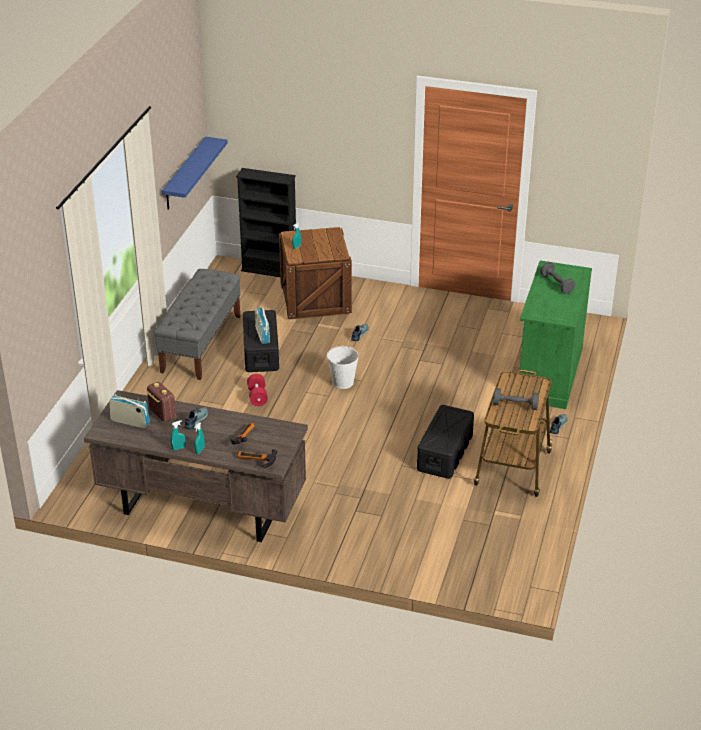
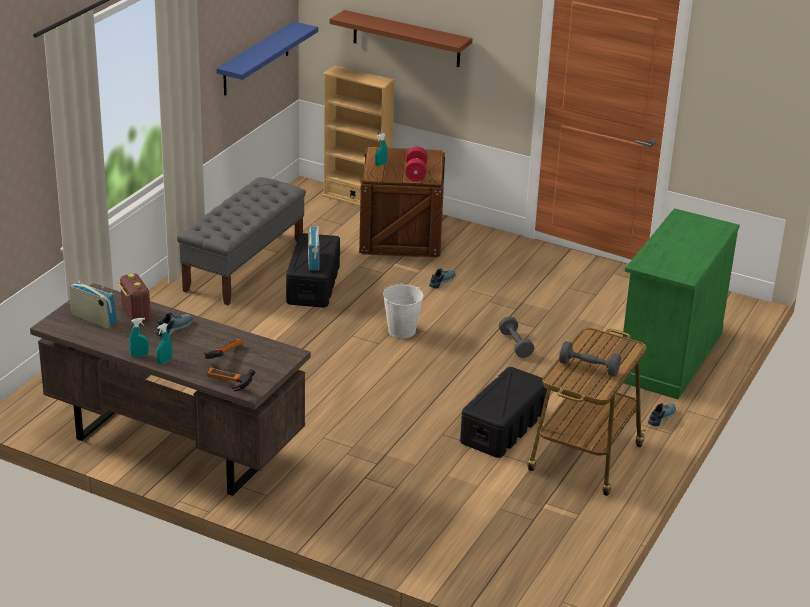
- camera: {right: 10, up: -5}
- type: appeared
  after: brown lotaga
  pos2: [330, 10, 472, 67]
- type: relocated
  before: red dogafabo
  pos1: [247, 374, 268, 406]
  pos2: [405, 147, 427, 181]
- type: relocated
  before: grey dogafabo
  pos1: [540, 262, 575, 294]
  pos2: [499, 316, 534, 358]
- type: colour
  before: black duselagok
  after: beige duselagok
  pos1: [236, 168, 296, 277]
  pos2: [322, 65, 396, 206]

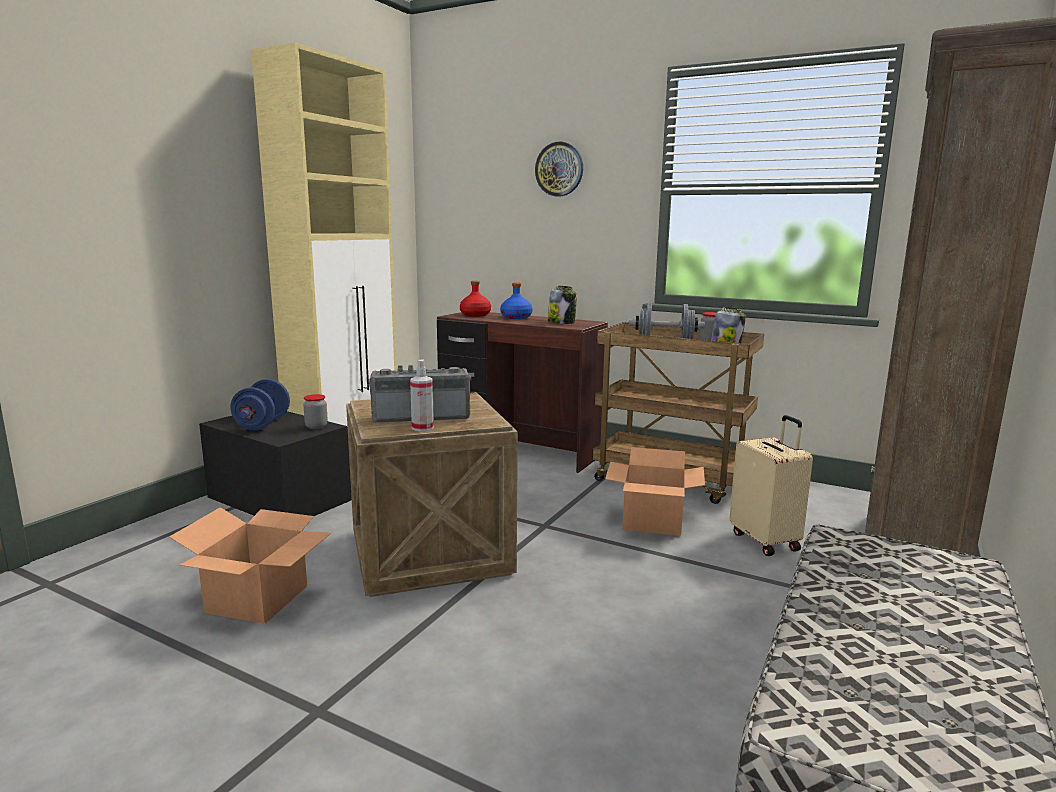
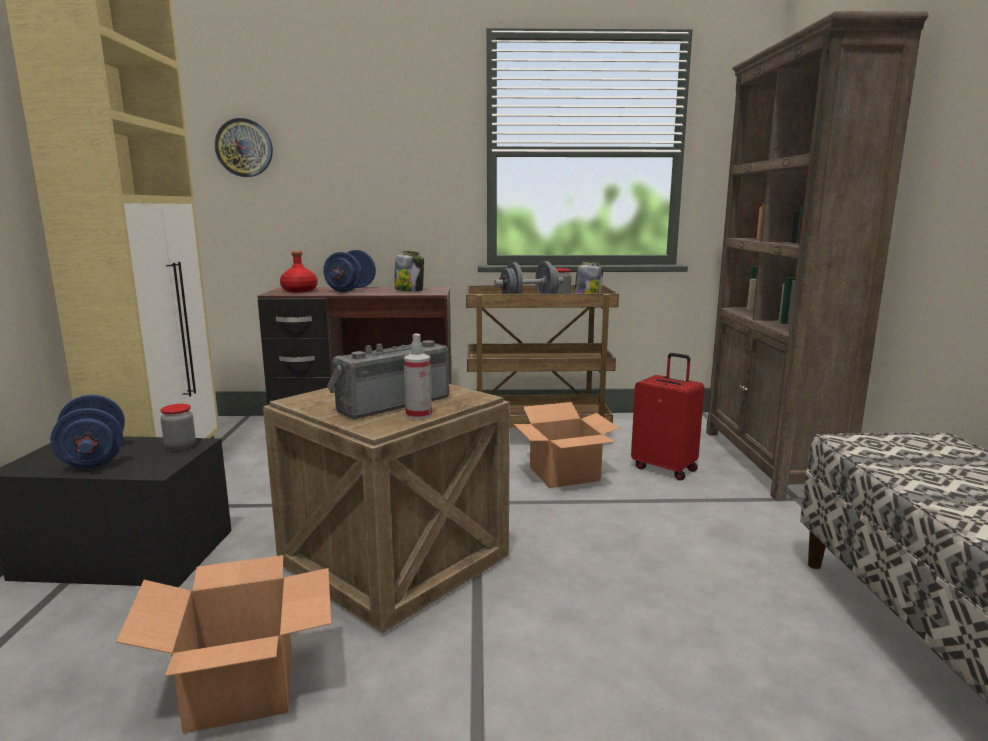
- camera: {right: -30, up: 0}
- type: relocated
  before: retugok
  pos1: [535, 142, 583, 196]
  pos2: [215, 118, 273, 177]
- type: exchanged
  before: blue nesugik
  after: blue dogafabo
  pos1: [500, 282, 533, 319]
  pos2: [323, 250, 376, 292]
- type: colour
  before: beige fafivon
  after: red fafivon
  pos1: [730, 415, 813, 556]
  pos2: [631, 353, 705, 480]

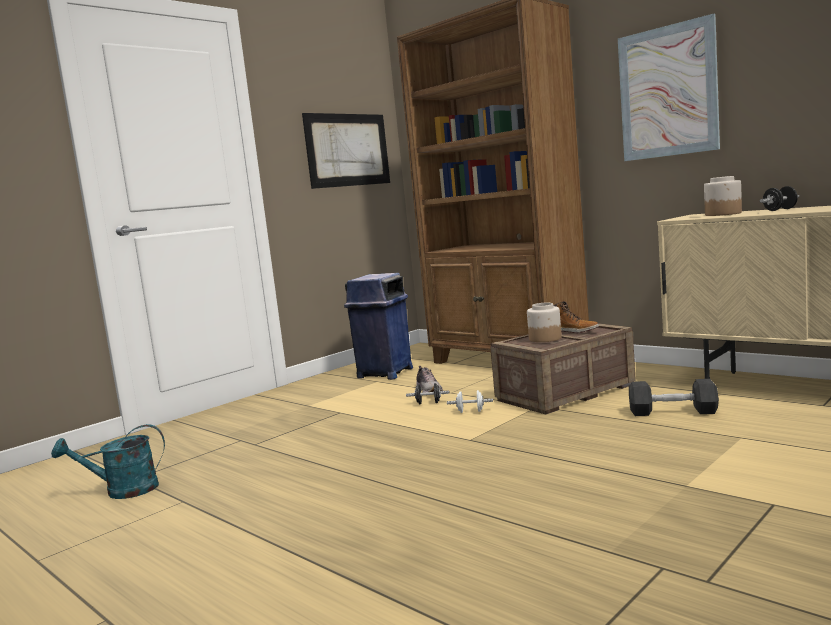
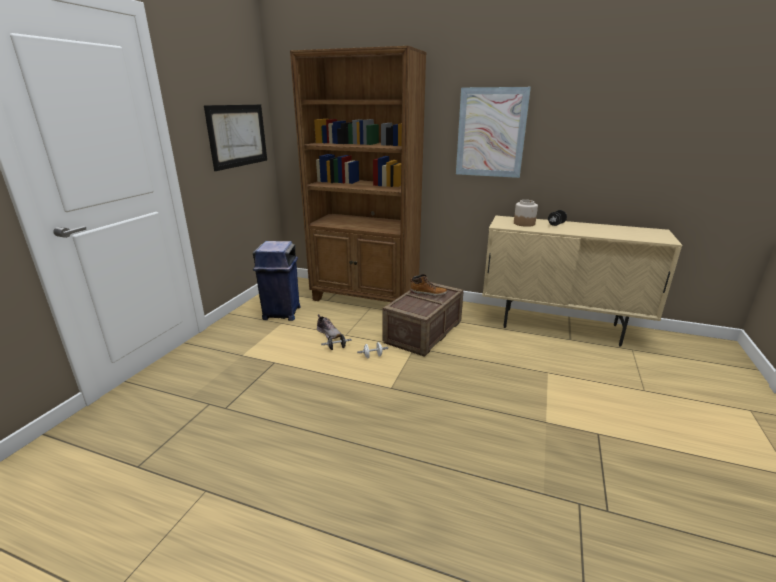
- camera: {right: -25, up: 15}
- type: missing
  before: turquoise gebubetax
  pos1: [51, 424, 165, 499]
- type: missing
  before: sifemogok
  pos1: [527, 303, 561, 342]
- type: missing
  before: black dogafabo
  pos1: [629, 379, 719, 416]

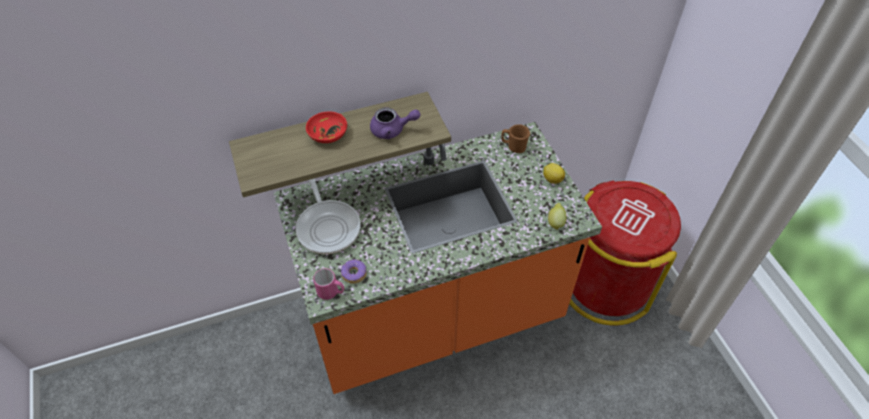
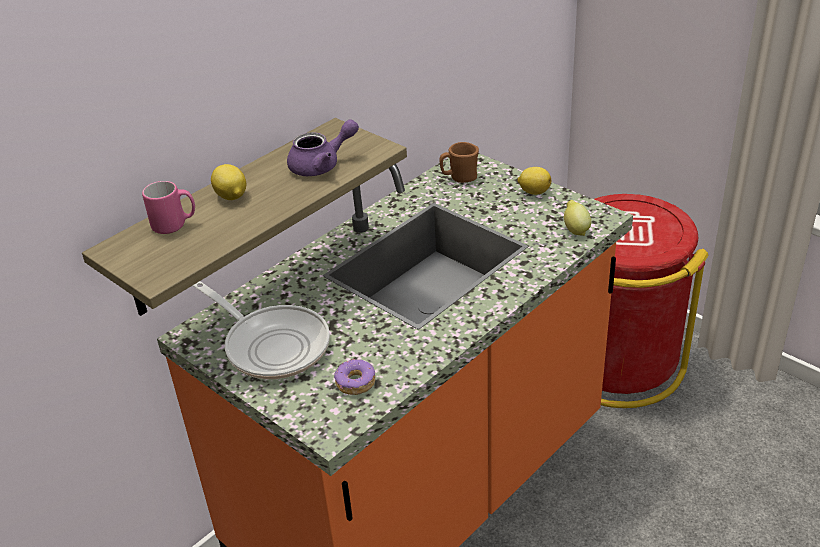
- camera: {right: -25, up: -15}
- type: relocated
  before: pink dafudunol
  pos1: [313, 268, 344, 300]
  pos2: [142, 181, 195, 234]
- type: exchanged
  before: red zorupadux
  after: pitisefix
  pos1: [306, 111, 347, 143]
  pos2: [211, 164, 246, 200]

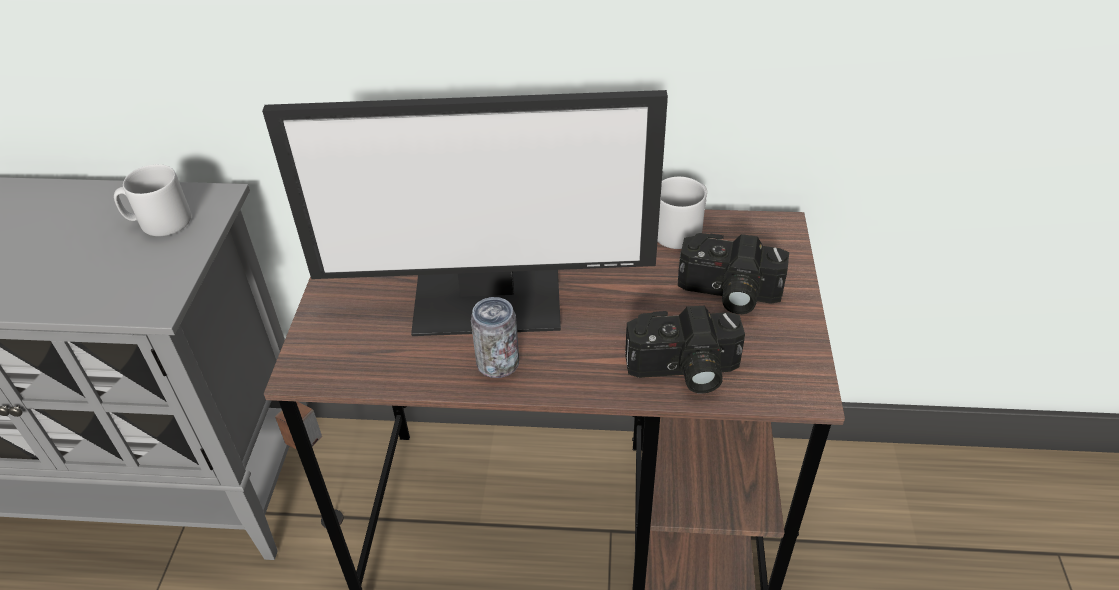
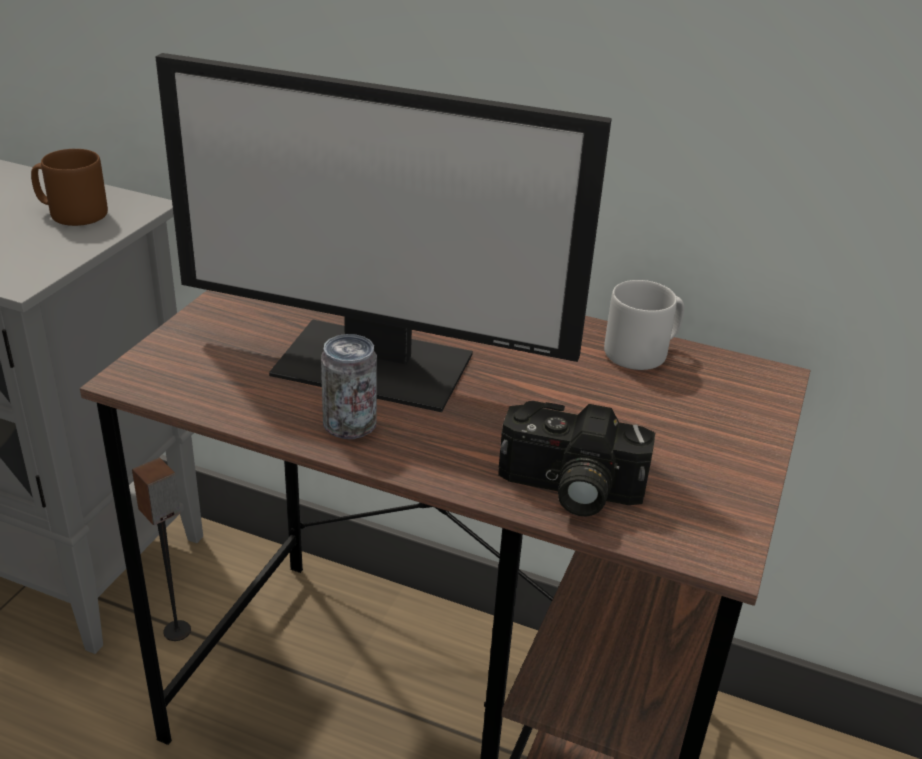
- camera: {right: 15, up: -10}
- type: missing
  before: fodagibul
  pos1: [678, 233, 789, 314]
- type: colour
  before: grey dafudunol
  after: brown dafudunol
  pos1: [114, 164, 191, 236]
  pos2: [31, 149, 108, 226]

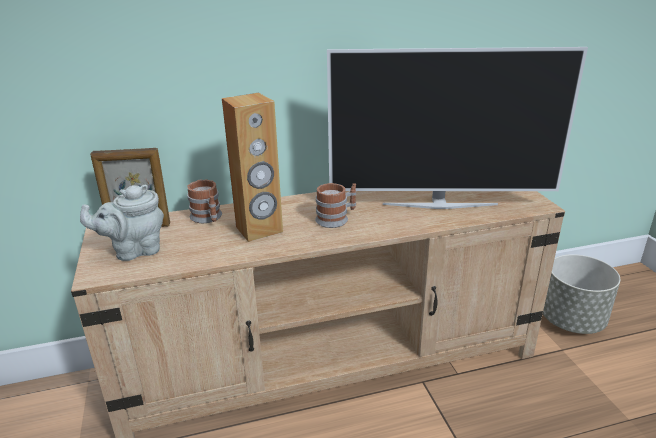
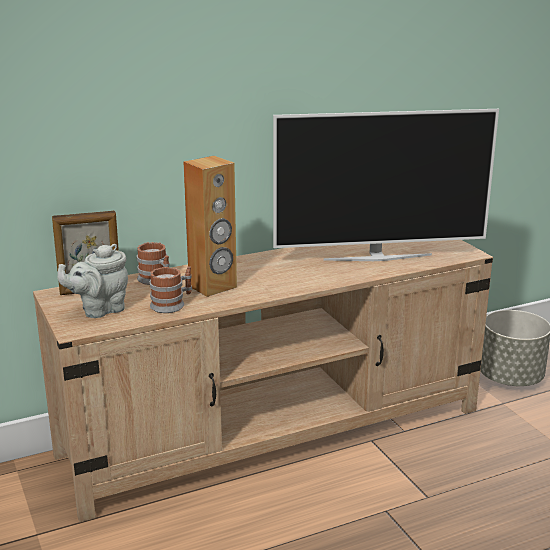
- camera: {right: -10, up: -5}
- type: relocated
  before: dafudunol
  pos1: [315, 183, 356, 228]
  pos2: [150, 266, 192, 313]

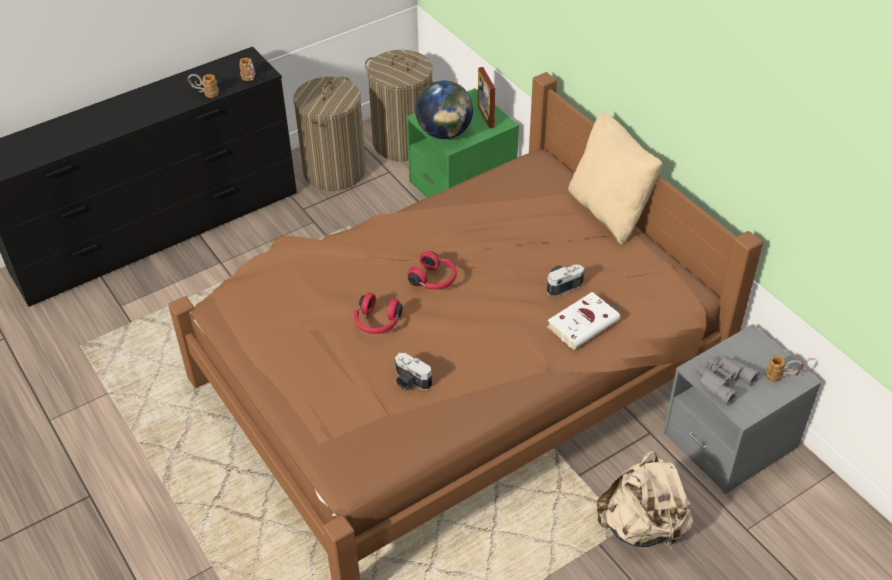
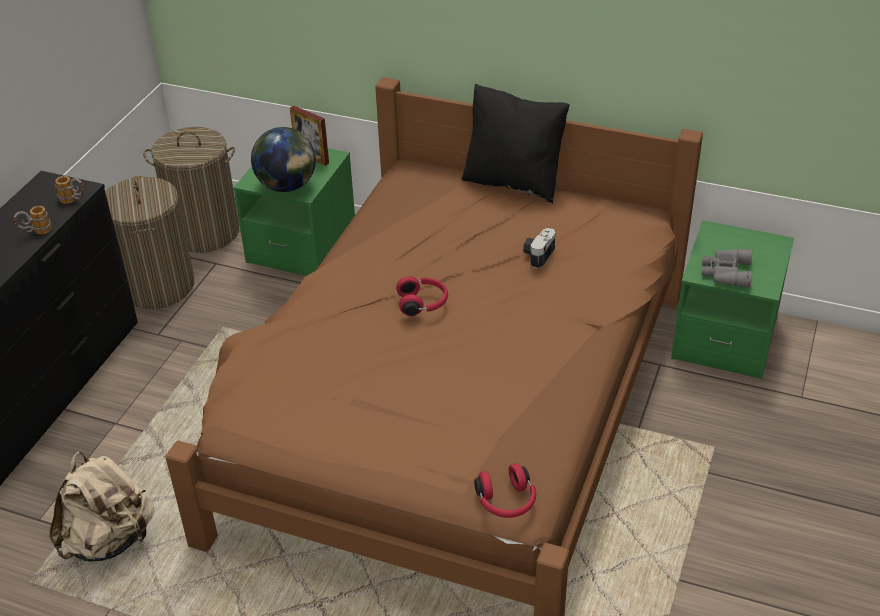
- camera: {right: -35, up: -5}
- type: missing
  before: fodagibul
  pos1: [395, 353, 432, 390]
- type: missing
  before: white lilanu
  pos1: [547, 292, 620, 349]
- type: missing
  before: dafudunol
  pos1: [765, 356, 804, 382]
- type: relocated
  before: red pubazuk
  pos1: [354, 293, 403, 334]
  pos2: [474, 463, 536, 518]
- type: relocated
  before: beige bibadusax
  pos1: [597, 450, 693, 549]
  pos2: [49, 451, 155, 562]
- type: colour
  before: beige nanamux
  after: black nanamux
  pos1: [568, 110, 662, 245]
  pos2: [461, 84, 570, 203]
- type: colour
  before: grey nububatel
  after: green nububatel
  pos1: [663, 324, 822, 494]
  pos2: [671, 220, 794, 379]

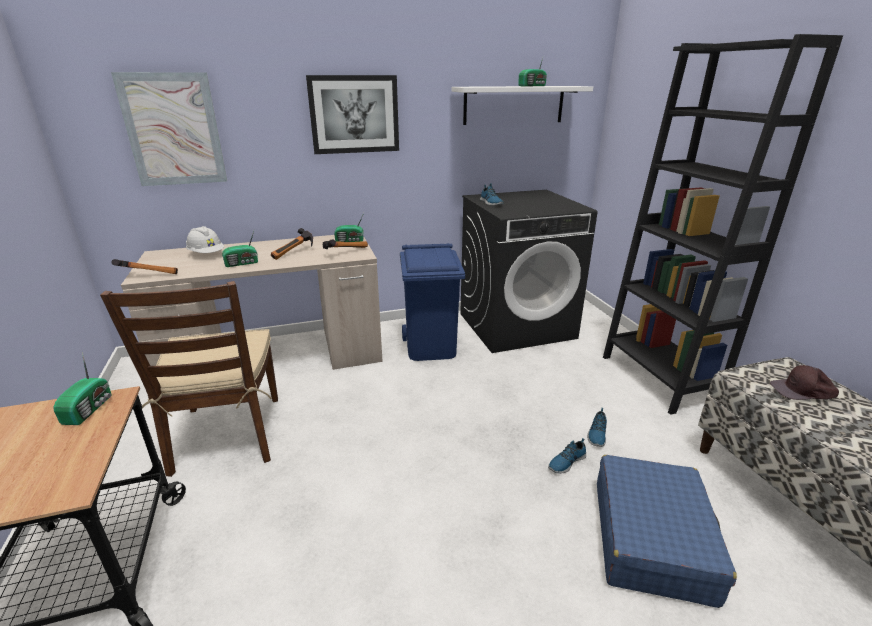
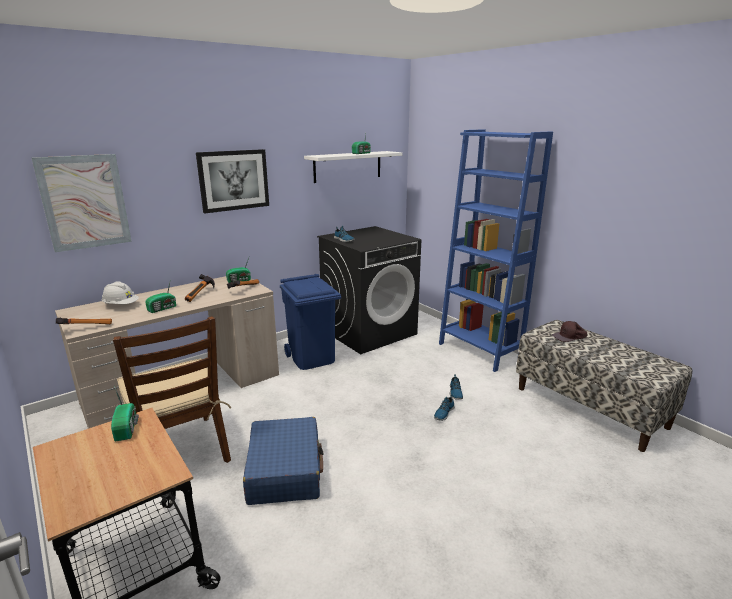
- camera: {right: -20, up: -5}
- type: relocated
  before: blue fafivon
  pos1: [597, 455, 737, 608]
  pos2: [243, 417, 324, 505]
- type: colour
  before: black duselagok
  after: blue duselagok
  pos1: [603, 34, 843, 415]
  pos2: [439, 130, 553, 372]

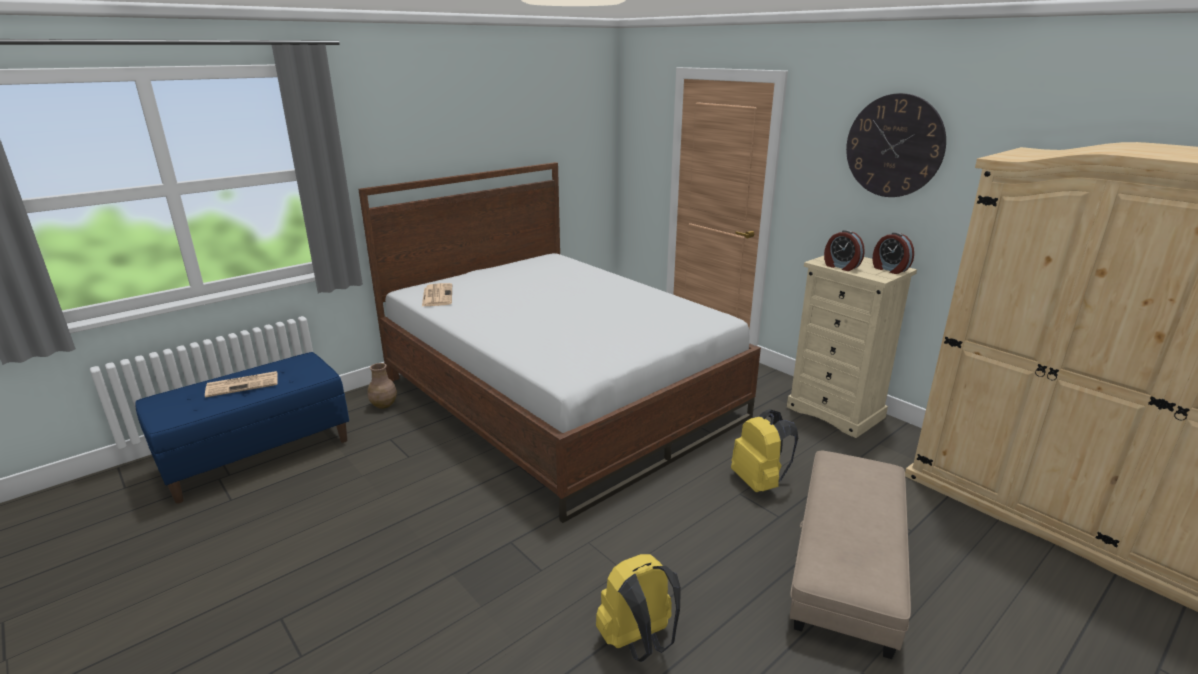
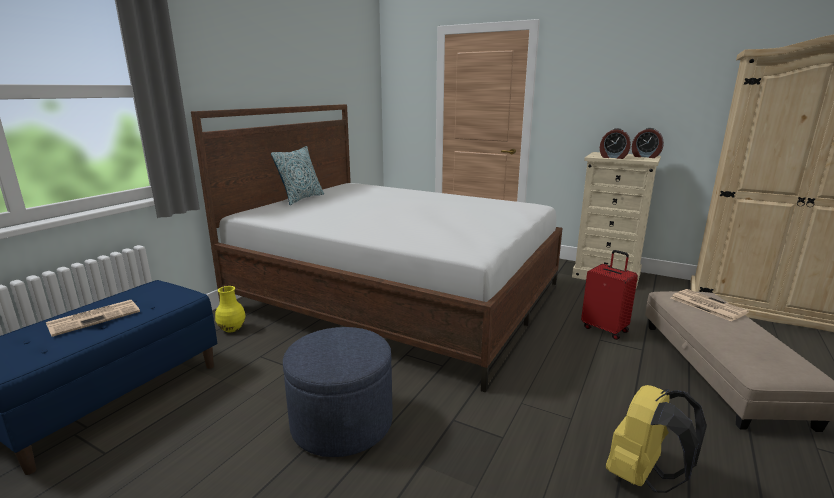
- camera: {right: -20, up: -5}
- type: missing
  before: retugok
  pos1: [846, 93, 946, 197]
- type: appeared
  after: nanamux
  pos2: [271, 146, 324, 205]
- type: appeared
  after: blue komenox
  pos2: [283, 327, 393, 457]
- type: relocated
  before: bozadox
  pos1: [422, 283, 452, 306]
  pos2: [671, 289, 749, 321]
- type: exchanged
  before: yellow bibadusax
  after: red fafivon
  pos1: [731, 410, 798, 492]
  pos2: [581, 250, 638, 340]
- type: colour
  before: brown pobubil
  after: yellow pobubil
  pos1: [368, 363, 397, 409]
  pos2: [215, 286, 246, 333]

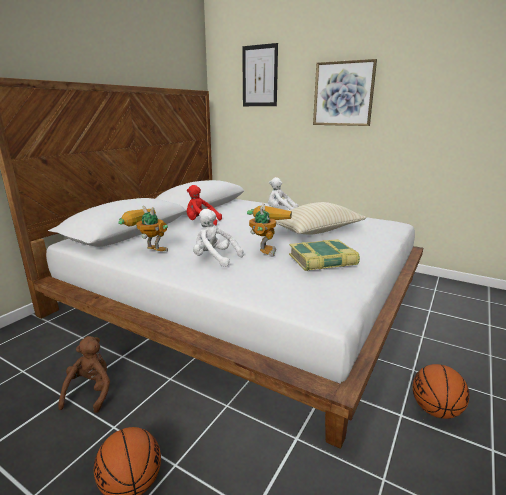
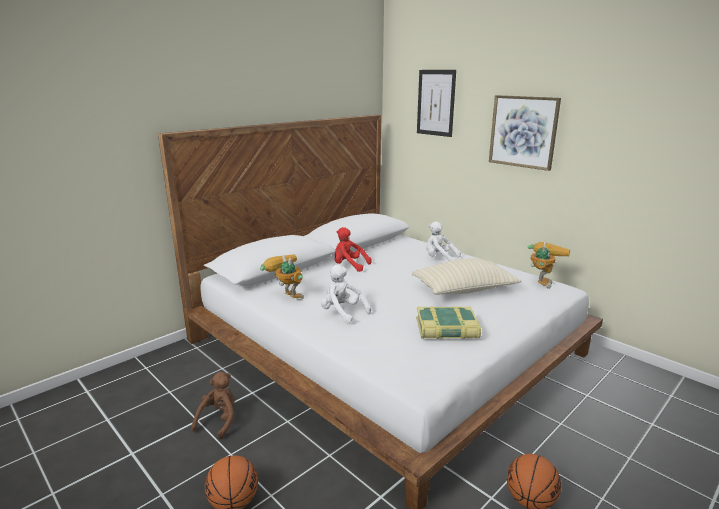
- camera: {right: 15, up: 0}
- type: relocated
  before: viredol
  pos1: [247, 203, 292, 257]
  pos2: [528, 242, 570, 289]

